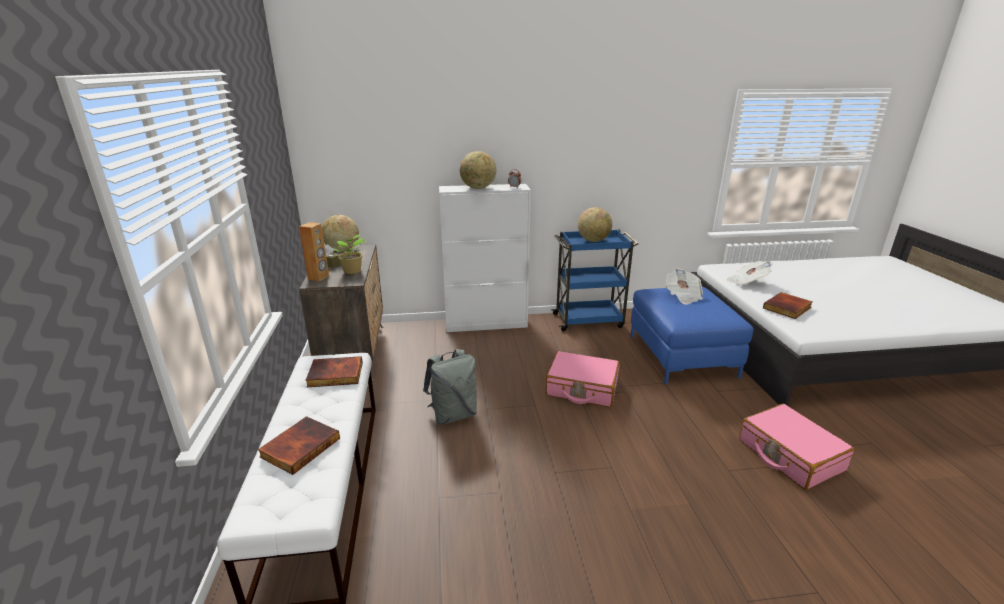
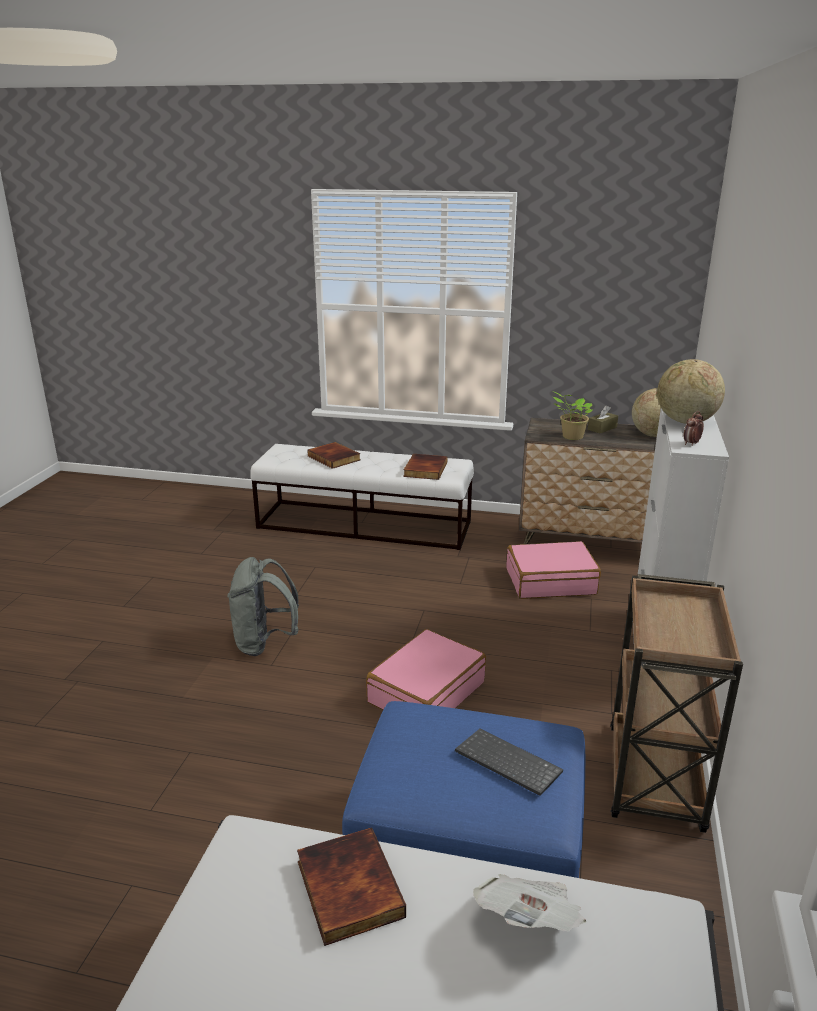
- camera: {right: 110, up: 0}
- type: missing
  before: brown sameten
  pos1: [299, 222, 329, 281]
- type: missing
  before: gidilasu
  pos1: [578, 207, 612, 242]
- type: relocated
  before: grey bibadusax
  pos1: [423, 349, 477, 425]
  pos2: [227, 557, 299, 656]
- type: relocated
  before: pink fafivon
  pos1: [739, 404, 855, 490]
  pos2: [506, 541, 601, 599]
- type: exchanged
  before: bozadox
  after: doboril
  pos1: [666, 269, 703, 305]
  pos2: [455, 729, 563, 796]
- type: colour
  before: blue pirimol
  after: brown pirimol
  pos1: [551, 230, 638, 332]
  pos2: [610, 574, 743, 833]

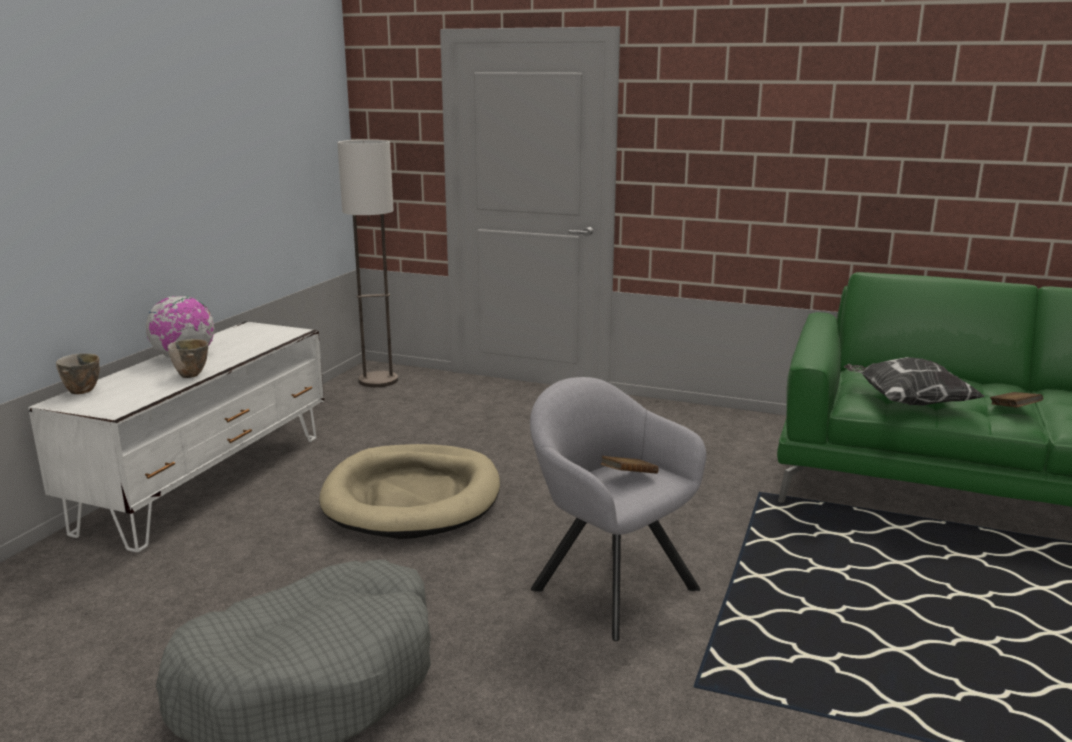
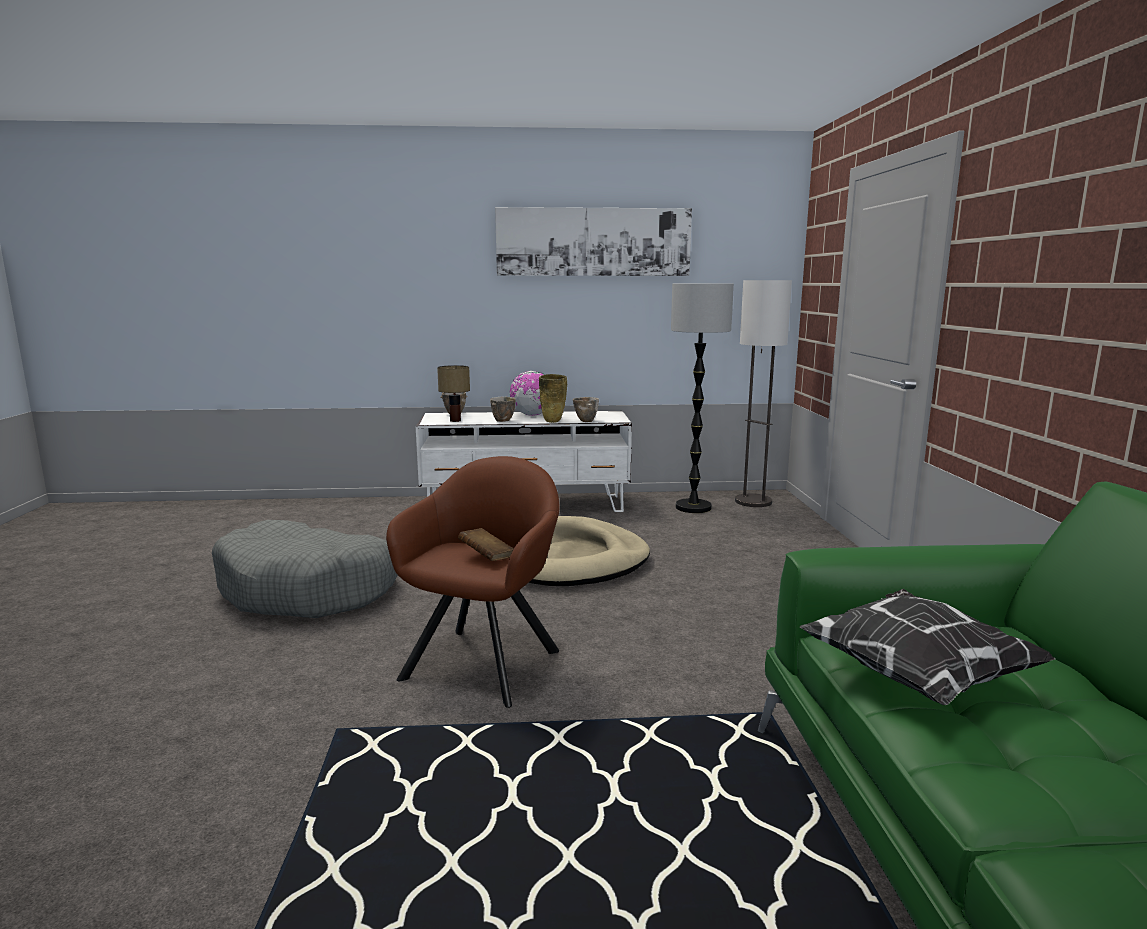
- camera: {right: 65, up: -5}
- type: missing
  before: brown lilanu
  pos1: [990, 392, 1043, 408]
- type: appeared
  after: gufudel
  pos2: [437, 365, 470, 422]
- type: appeared
  after: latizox
  pos2: [495, 207, 692, 276]
- type: appeared
  after: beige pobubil
  pos2: [539, 374, 567, 423]
- type: appeared
  after: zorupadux
  pos2: [573, 397, 599, 422]
- type: appeared
  after: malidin
  pos2: [671, 283, 734, 513]
- type: colour
  before: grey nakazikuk
  after: brown nakazikuk
  pos1: [530, 377, 707, 641]
  pos2: [386, 456, 560, 708]

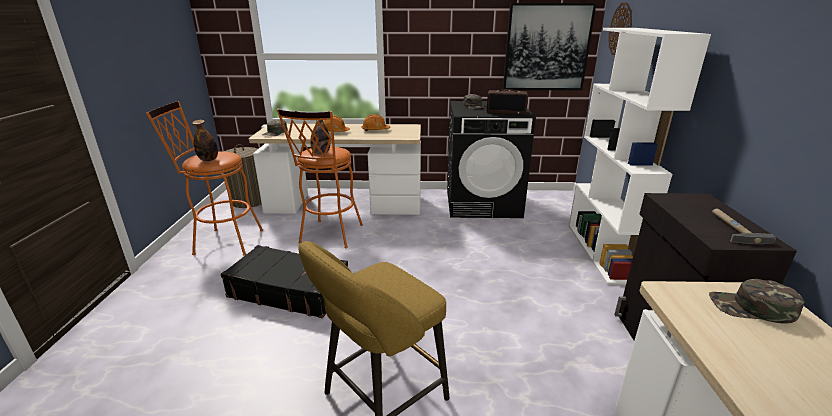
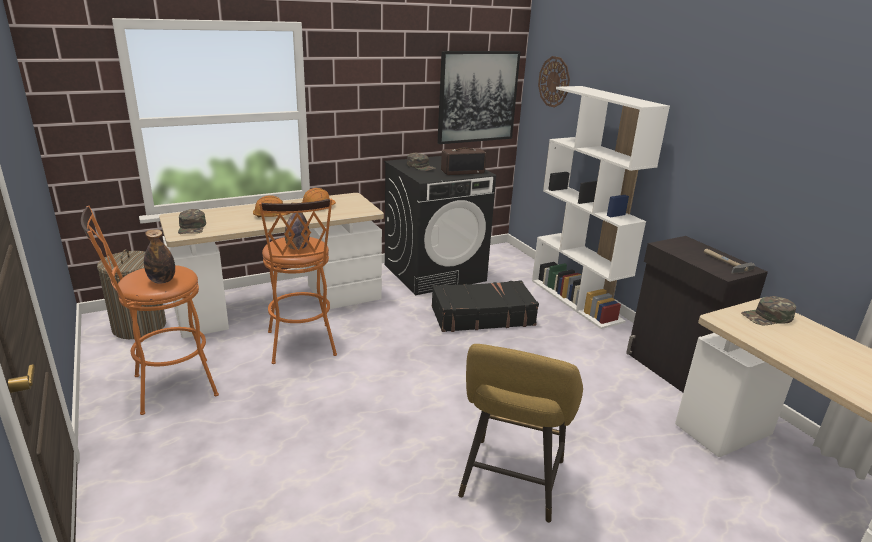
- camera: {right: -30, up: 0}
- type: relocated
  before: black fafivon
  pos1: [221, 245, 348, 318]
  pos2: [432, 280, 539, 332]

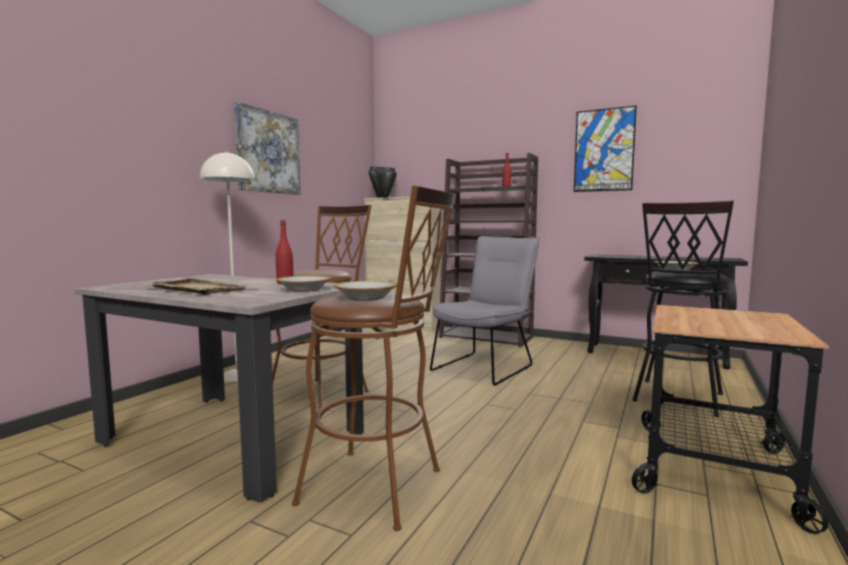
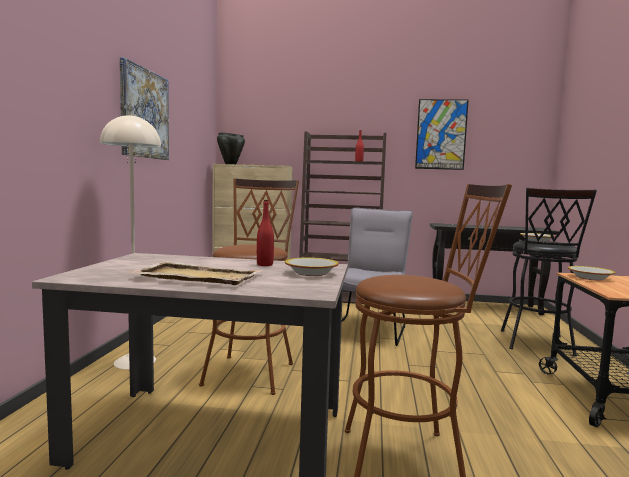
- camera: {right: -20, up: 0}
- type: relocated
  before: zorupadux
  pos1: [333, 281, 397, 301]
  pos2: [568, 266, 616, 281]

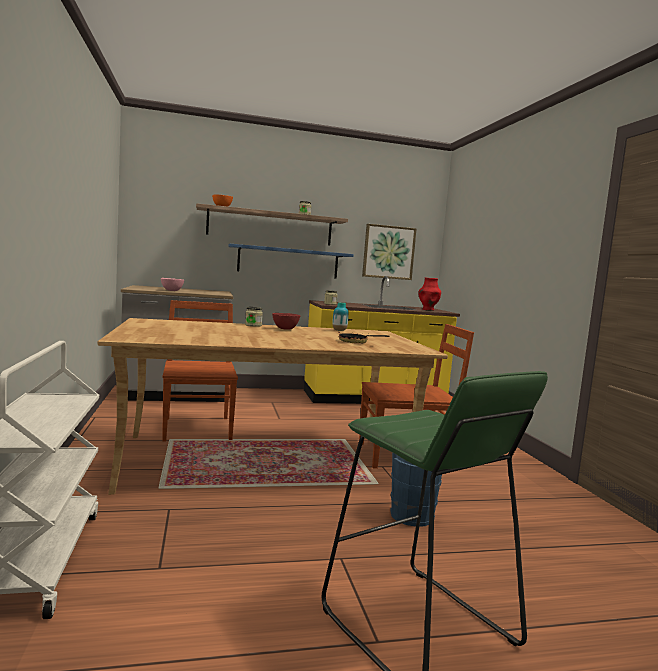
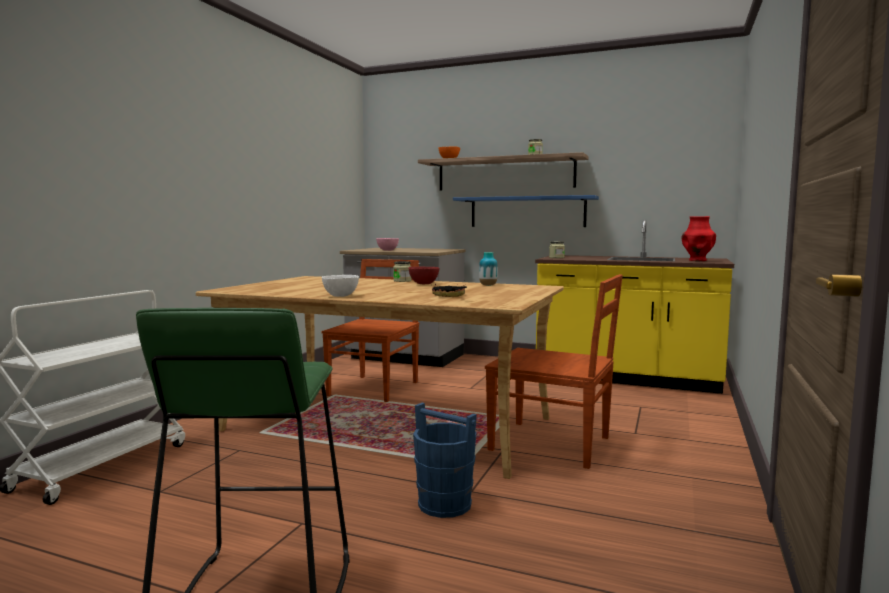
- camera: {right: 35, up: 0}
- type: missing
  before: latizox
  pos1: [362, 224, 417, 280]
- type: appeared
  after: white zorupadux
  pos2: [322, 275, 359, 297]

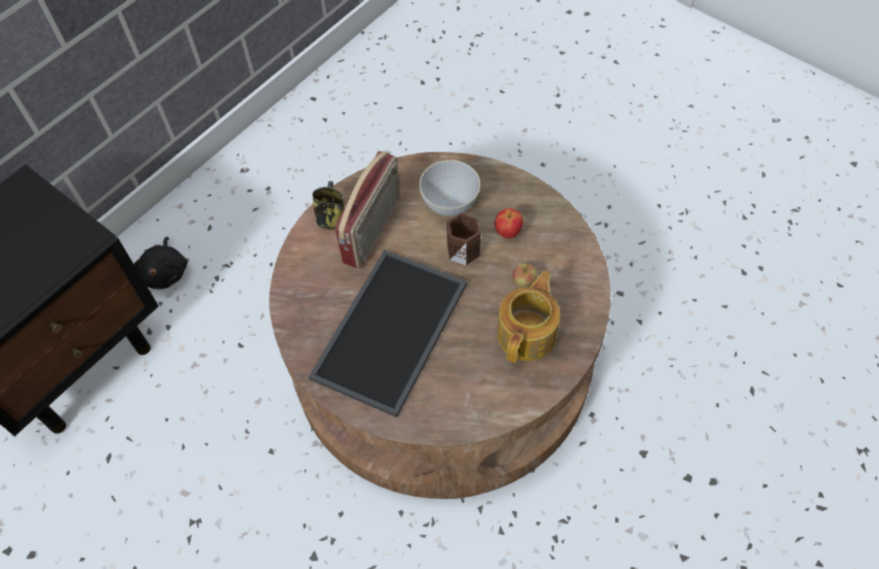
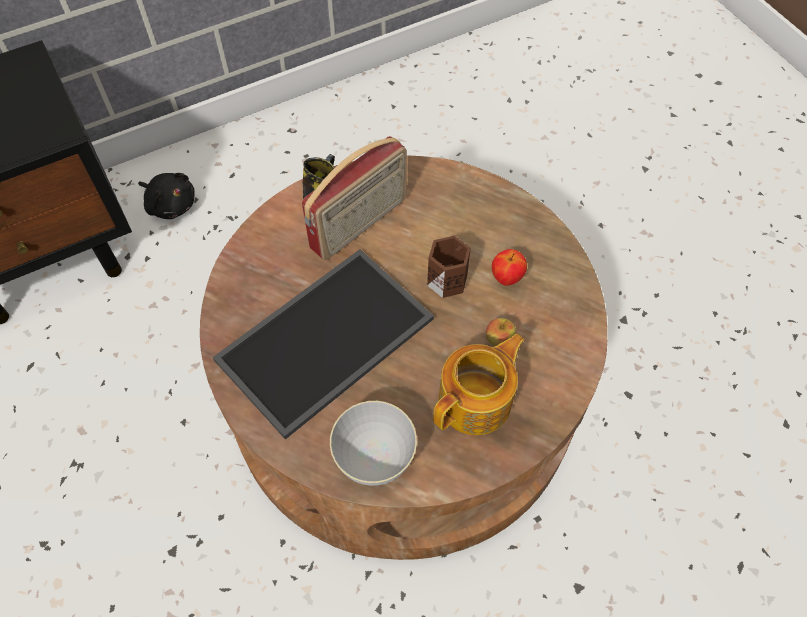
- camera: {right: 20, up: 0}
- type: relocated
  before: grey zorupadux
  pos1: [419, 160, 480, 216]
  pos2: [330, 401, 417, 486]
- type: spun
  before: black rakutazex
  pos1: [134, 237, 187, 289]
  pos2: [138, 173, 195, 219]
  turn: -75

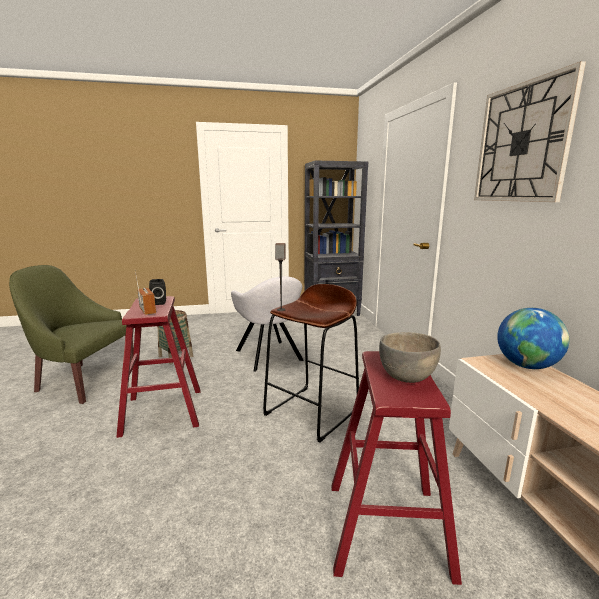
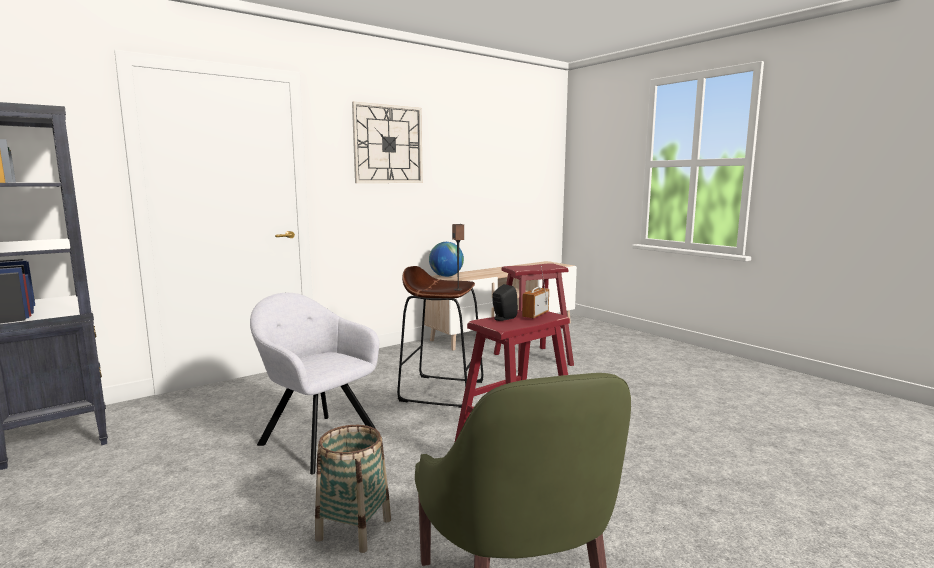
- camera: {right: -115, up: -5}
- type: missing
  before: grey zorupadux
  pos1: [379, 332, 441, 383]
- type: spun
  before: grey nakazikuk
  pos1: [231, 276, 304, 372]
  pos2: [250, 293, 379, 474]
  turn: -90

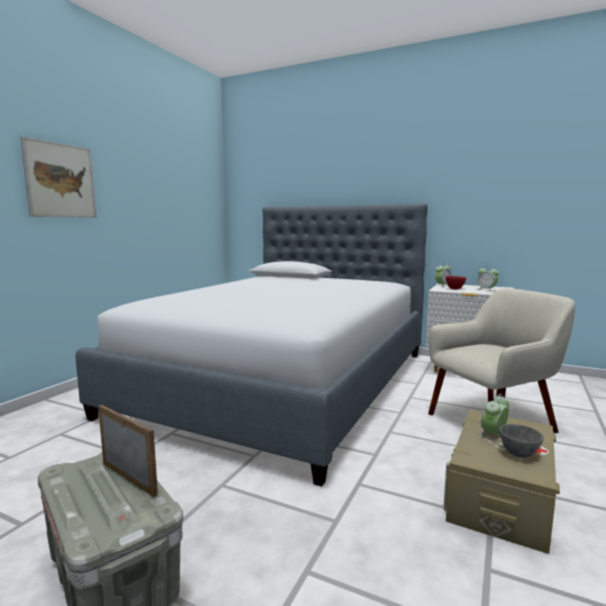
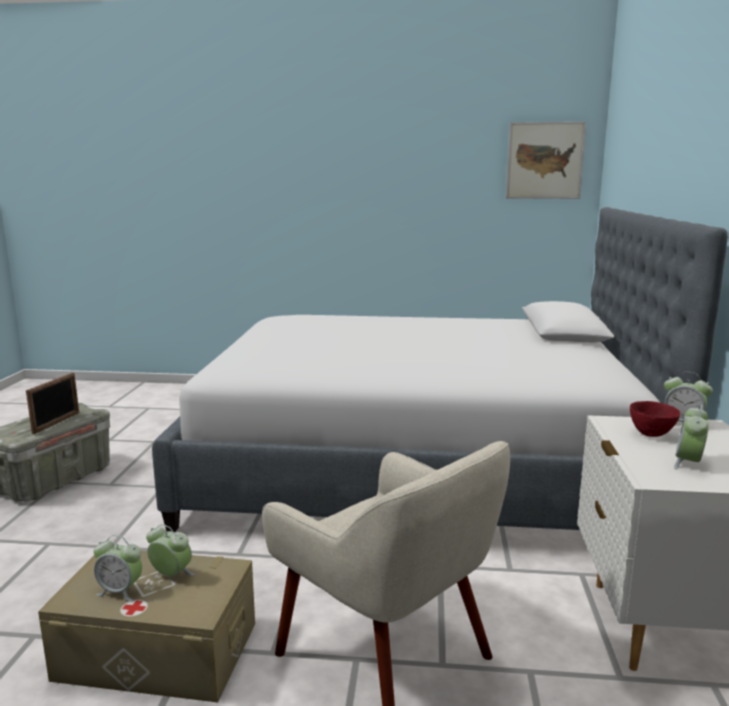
- camera: {right: 70, up: 5}
- type: relocated
  before: latizox
  pos1: [20, 136, 97, 218]
  pos2: [506, 122, 586, 199]
- type: exchanged
  before: grey zorupadux
  after: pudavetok
  pos1: [499, 424, 544, 458]
  pos2: [94, 535, 142, 601]

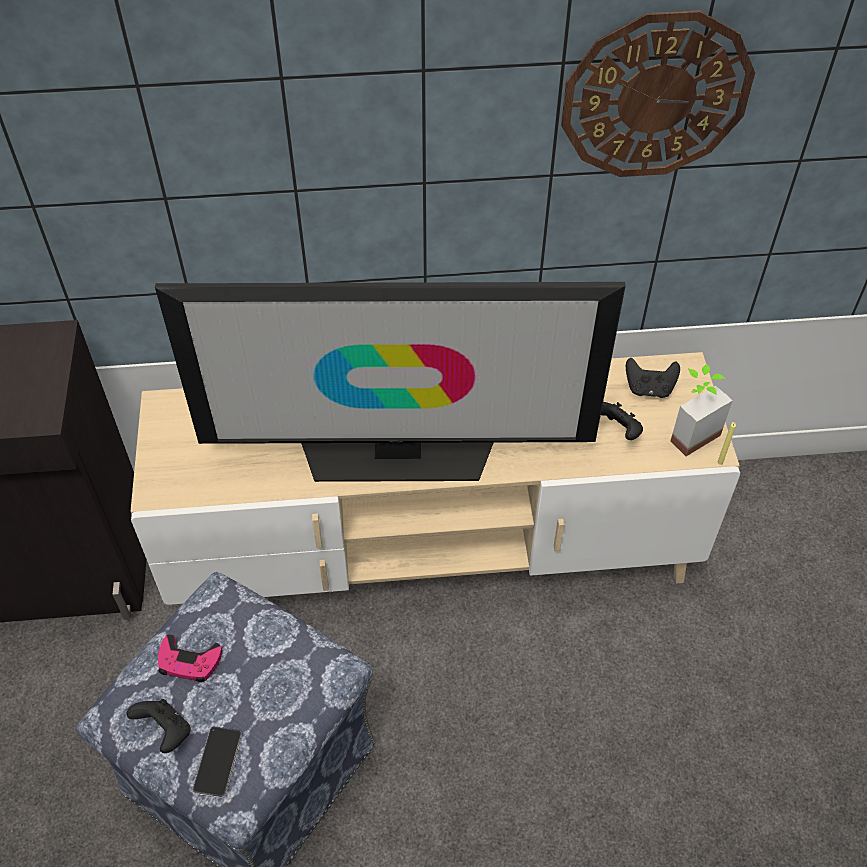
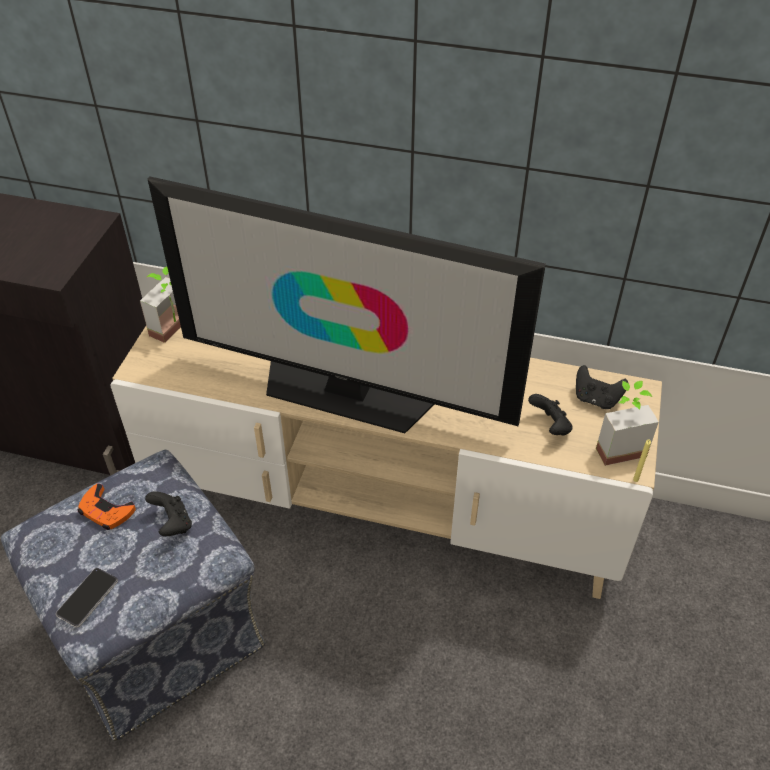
- camera: {right: 20, up: -5}
- type: missing
  before: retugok
  pos1: [561, 11, 755, 177]
- type: appeared
  after: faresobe
  pos2: [140, 266, 181, 343]
- type: relocated
  before: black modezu
  pos1: [126, 699, 190, 753]
  pos2: [145, 491, 192, 536]
- type: colour
  before: pink modezu
  after: orange modezu
  pos1: [158, 634, 222, 682]
  pos2: [78, 483, 136, 530]

